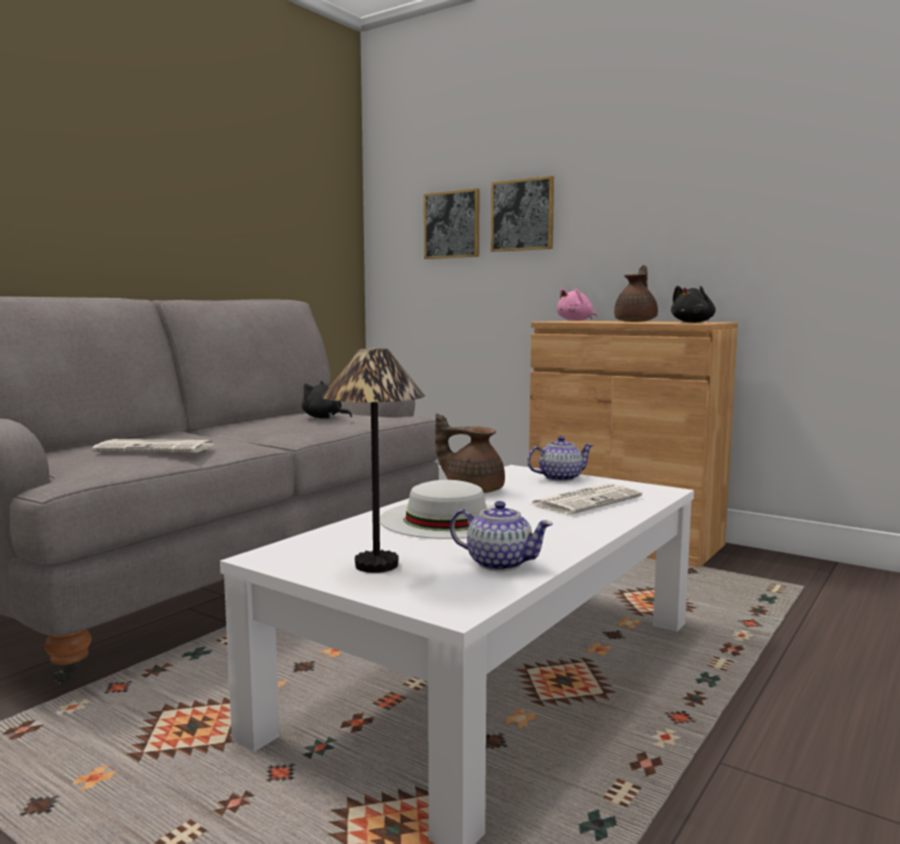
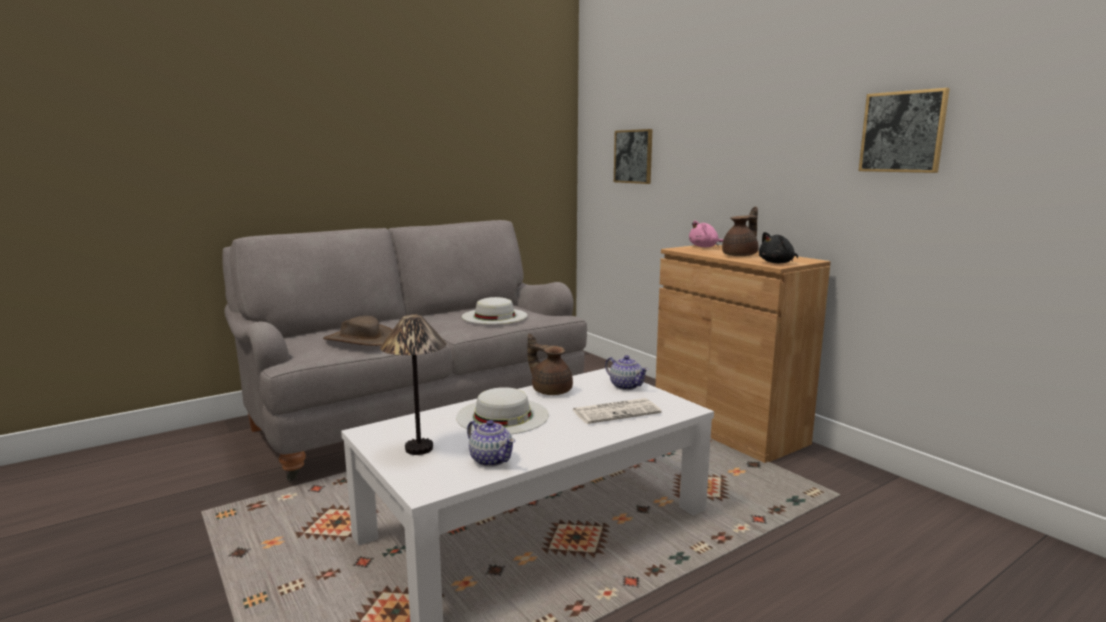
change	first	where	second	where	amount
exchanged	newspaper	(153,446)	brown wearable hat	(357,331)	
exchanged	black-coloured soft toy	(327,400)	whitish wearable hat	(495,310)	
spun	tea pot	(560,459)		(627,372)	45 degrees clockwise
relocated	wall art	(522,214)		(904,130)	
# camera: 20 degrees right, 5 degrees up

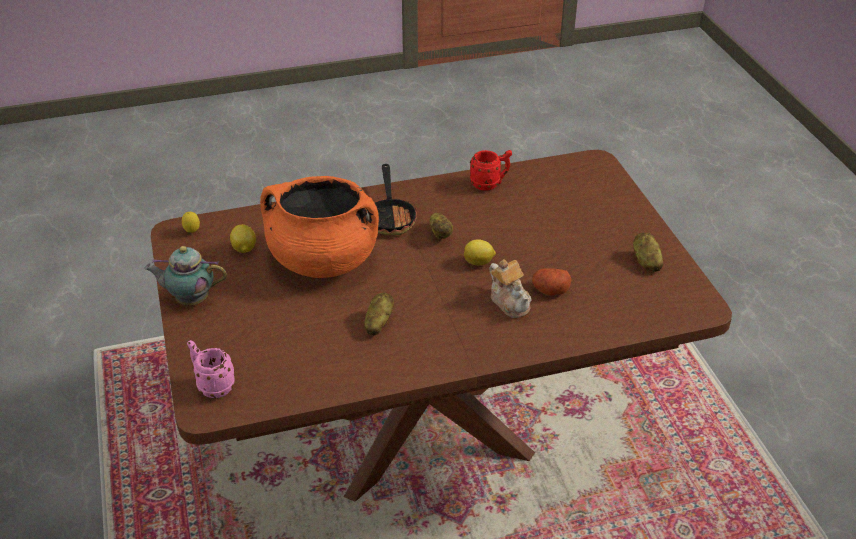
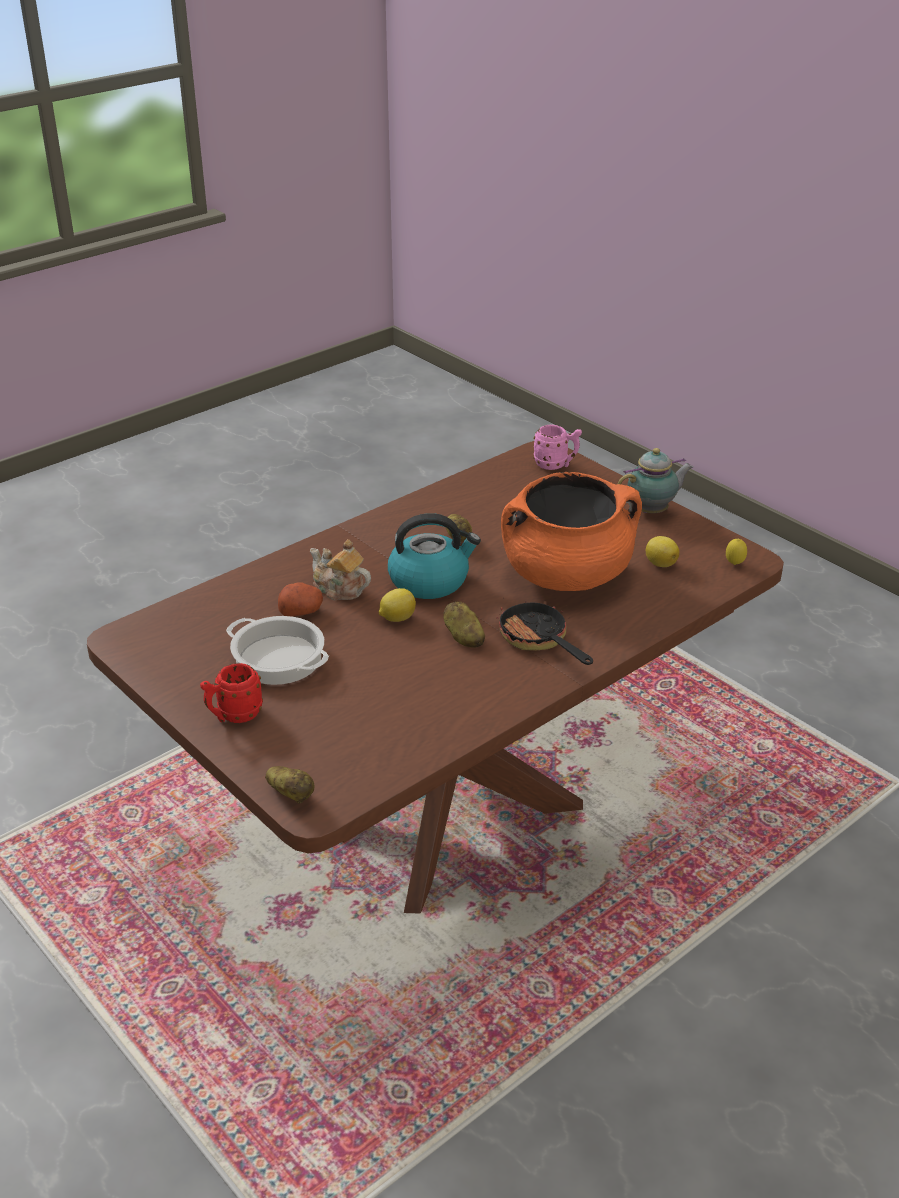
change	first	where	second	where	amount
relocated	red mug	(491,170)		(231,693)	
appeared			stockpot	(277,650)	
relocated	spud	(648,252)		(289,785)	
appeared			tea kettle	(434,556)	
# camera: 155 degrees right, 5 degrees down

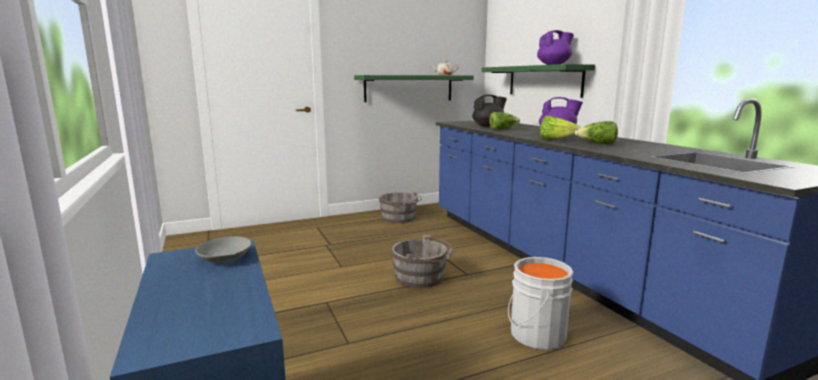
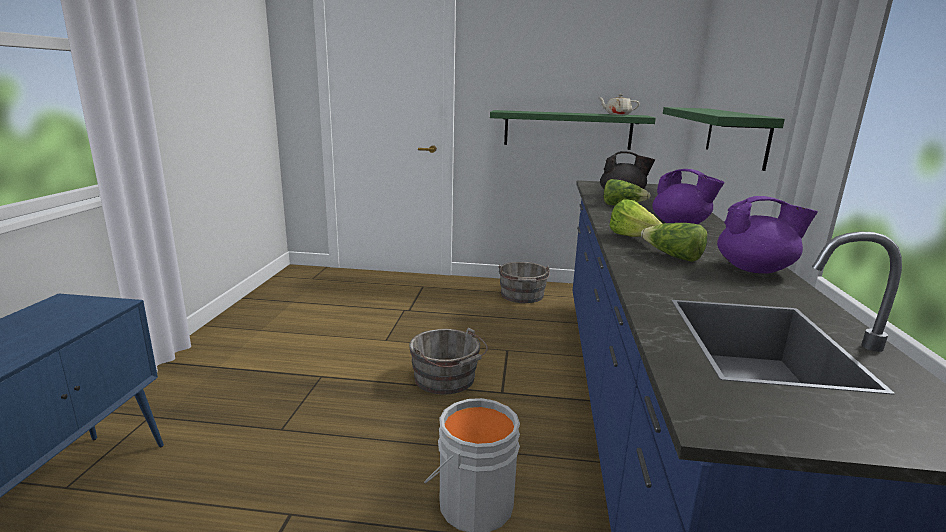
change	first	where	second	where	amount
relocated	purple-coloured tea pot	(555,47)		(767,235)	
missing	grey bowl	(223,249)			
# camera: 30 degrees right, 5 degrees up

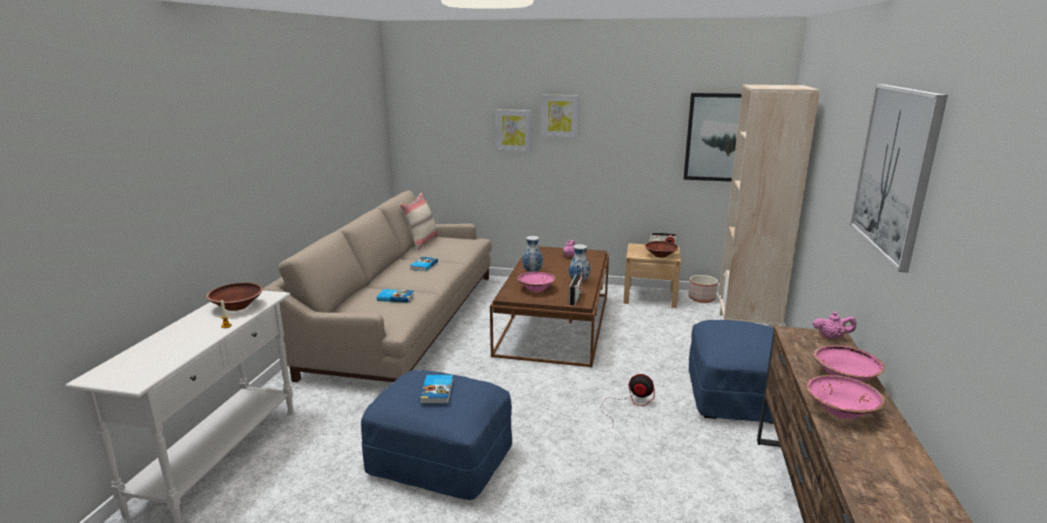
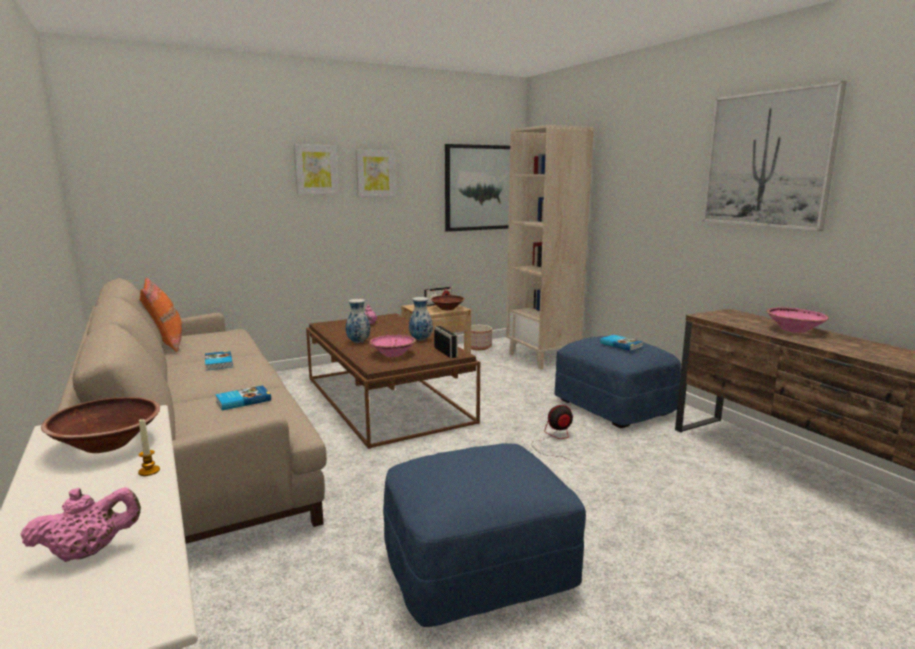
change	first	where	second	where	amount
relocated	pinkish tea pot	(834,325)		(80,524)	
colour	beige-coloured throw pillow	(419,221)	orange-coloured throw pillow	(160,315)	
relocated	wall art	(513,131)		(376,173)	
relocated	bound book	(436,389)		(621,342)	
missing	pinkish bowl	(845,397)			
# camera: 40 degrees left, 5 degrees down

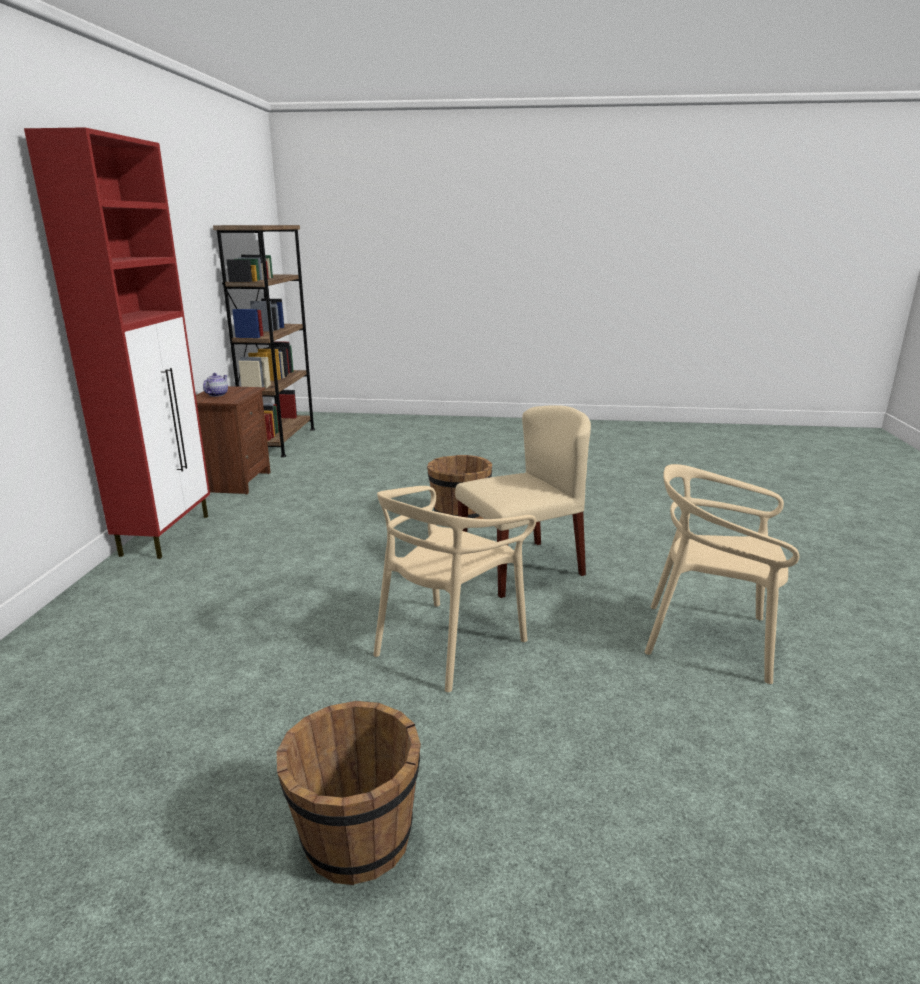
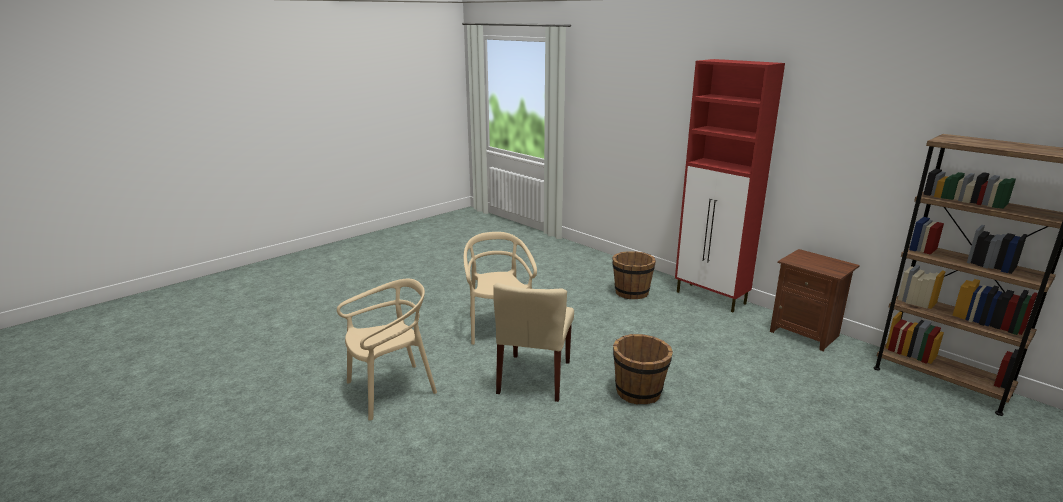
change	first	where	second	where	amount
relocated	brown water bucket	(349,793)		(634,275)	
missing	tea pot	(215,385)			
# camera: 130 degrees right, 0 degrees up

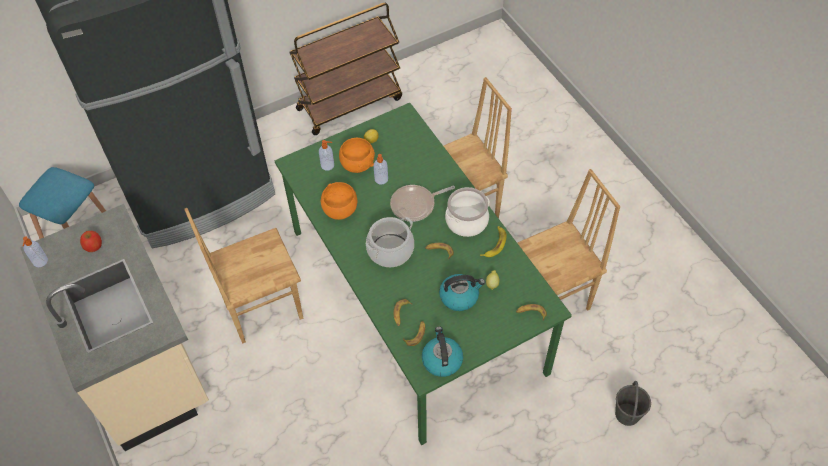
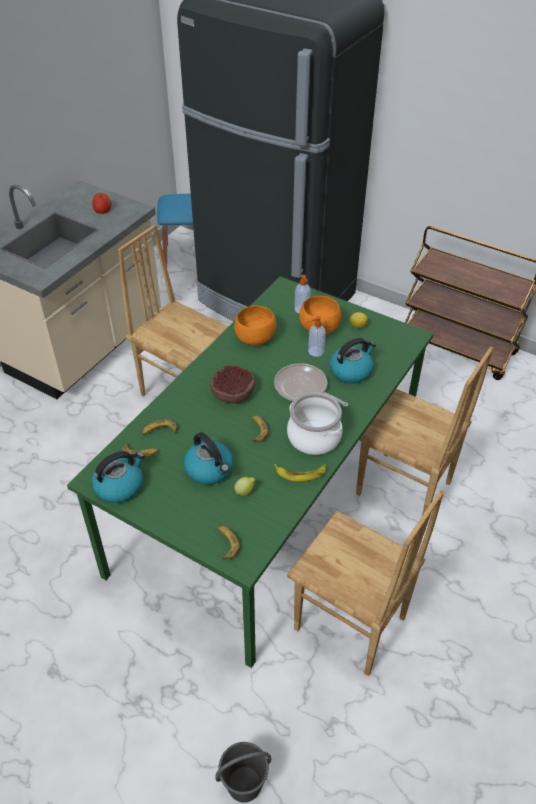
change	first	where	second	where	amount
exchanged	stockpot	(389,242)	bowl	(232,384)	
appeared			tea kettle	(353,361)	
missing	soap dispenser	(35,251)			
# camera: 60 degrees right, 10 degrees down

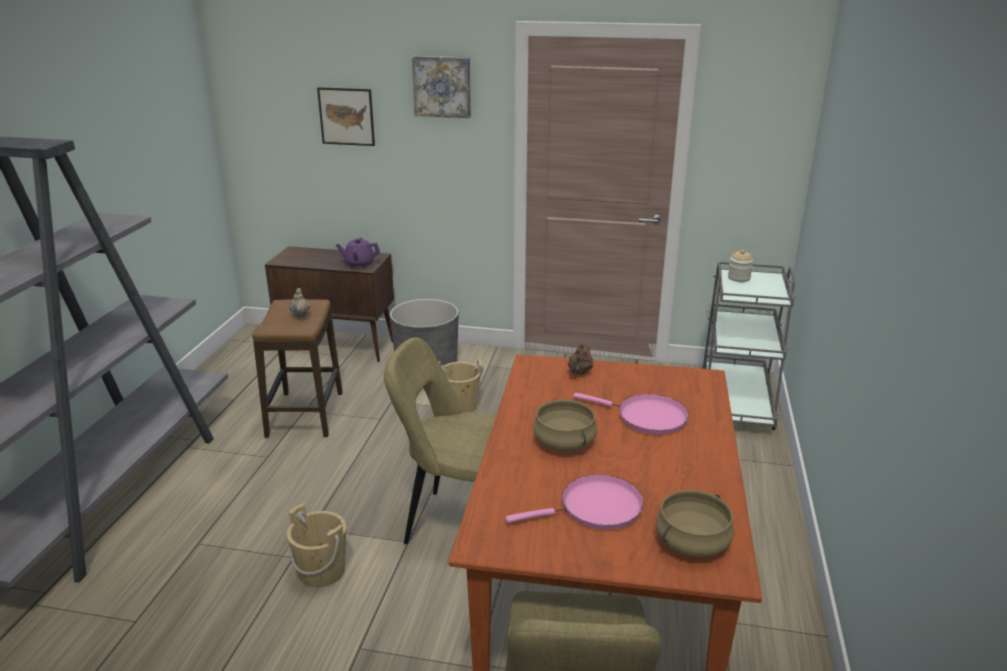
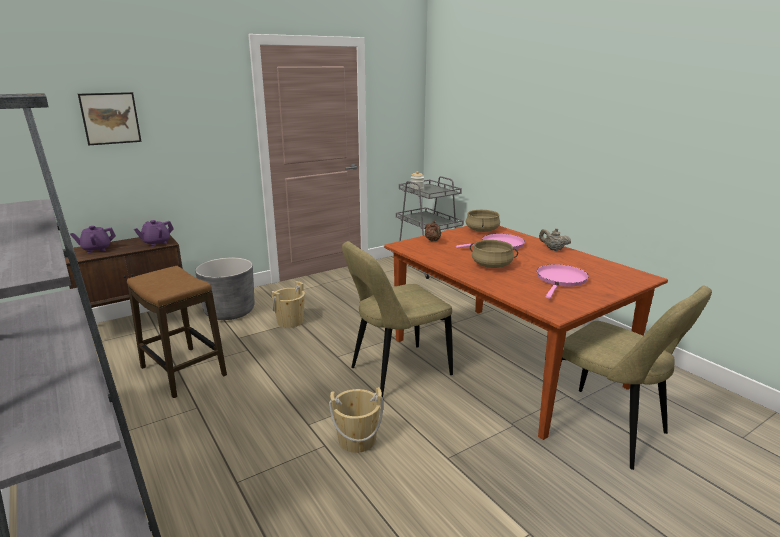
change	first	where	second	where	amount
appeared			purple-coloured tea pot	(93,239)	
relocated	beige-coloured stockpot	(695,523)		(483,221)	
relocated	beige-coloured tea pot	(299,302)		(555,239)	
missing	wall art	(441,87)			
# camera: 45 degrees left, 5 degrees down

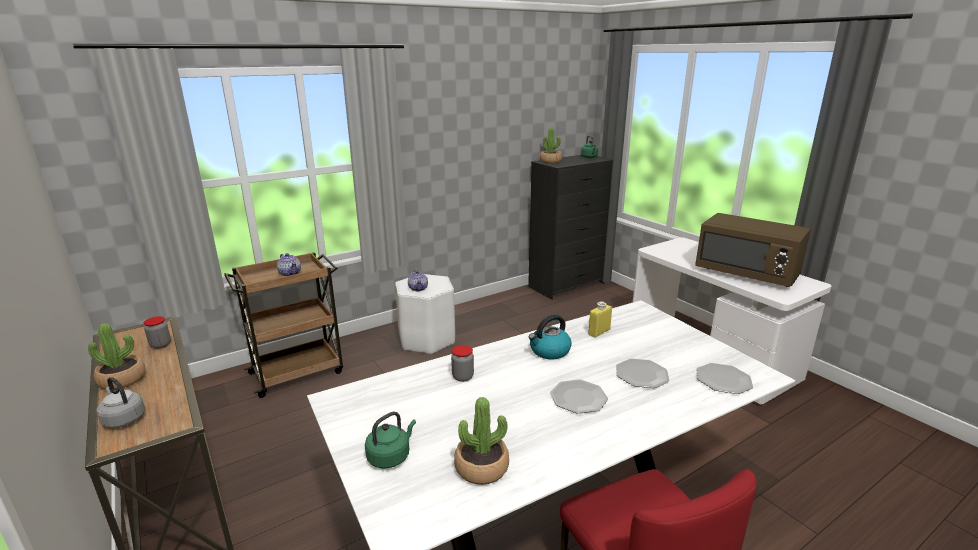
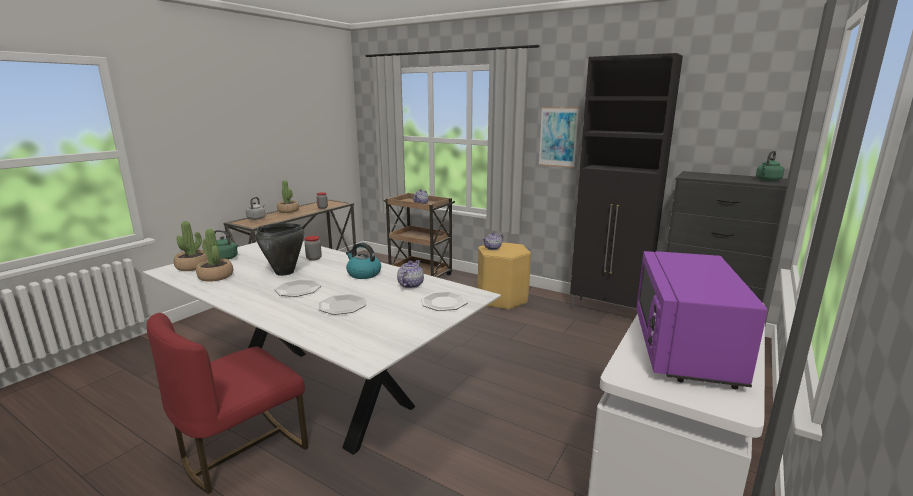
change	first	where	second	where	amount
relocated	plant in a pot	(551,145)		(191,246)	
appeared			black-coloured stockpot	(280,249)	
exchanged	yellow beverage bottle	(600,319)	tea pot	(410,274)	
relocated	dinner plate	(724,378)		(444,301)	
colour	whitish stool seat	(425,314)	yellow stool seat	(504,276)	
appeared			wall art	(559,137)	
appeared			black-coloured storage cabinet	(626,181)	
colour	brown kitchen microwave	(753,250)	purple-coloured kitchen microwave	(702,320)	
# camera: 65 degrees right, 5 degrees down

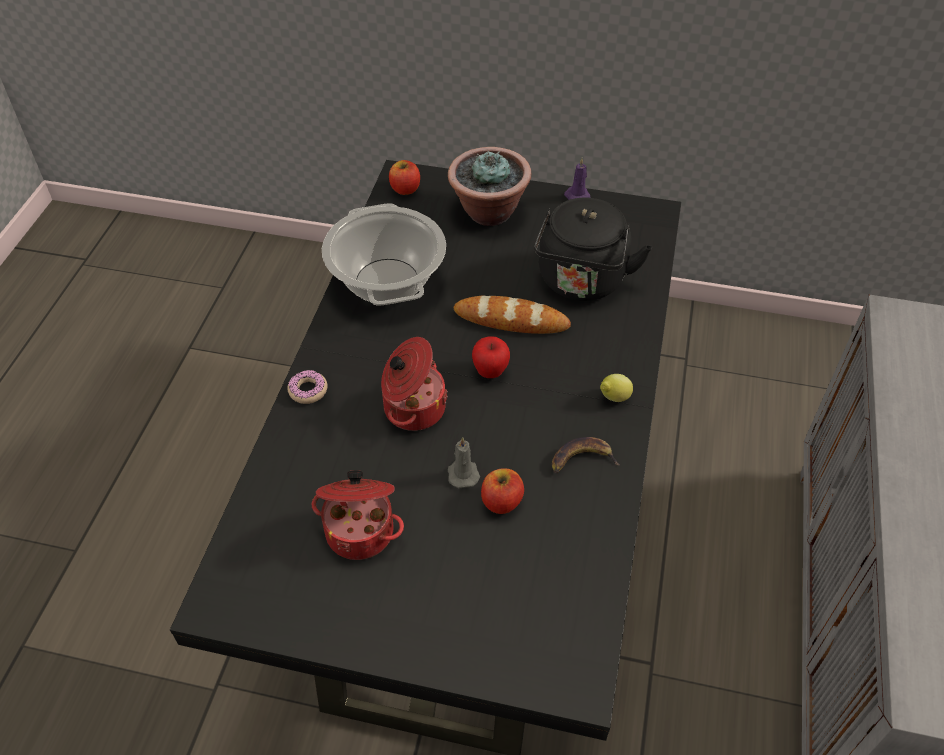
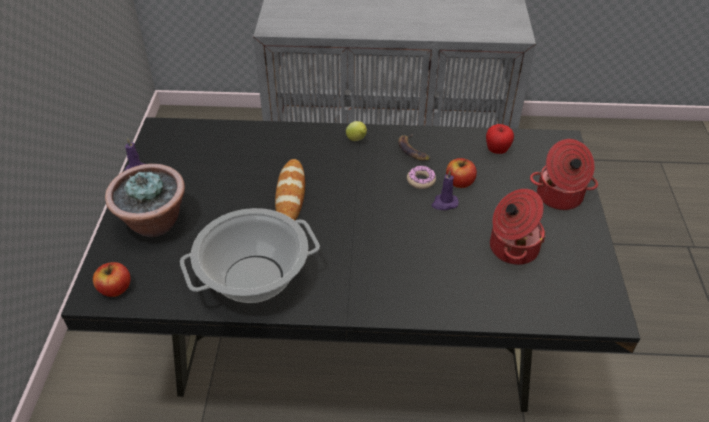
change	first	where	second	where	amount
relocated	donut	(307,387)		(421,177)	
colour	grey wax light	(464,462)	purple-coloured wax light	(445,190)	
relocated	apple fruit	(491,357)		(500,139)	
relocated	stockpot	(414,384)		(564,174)	
missing	black-coloured tea kettle	(593,249)			
# camera: 100 degrees left, 5 degrees down

